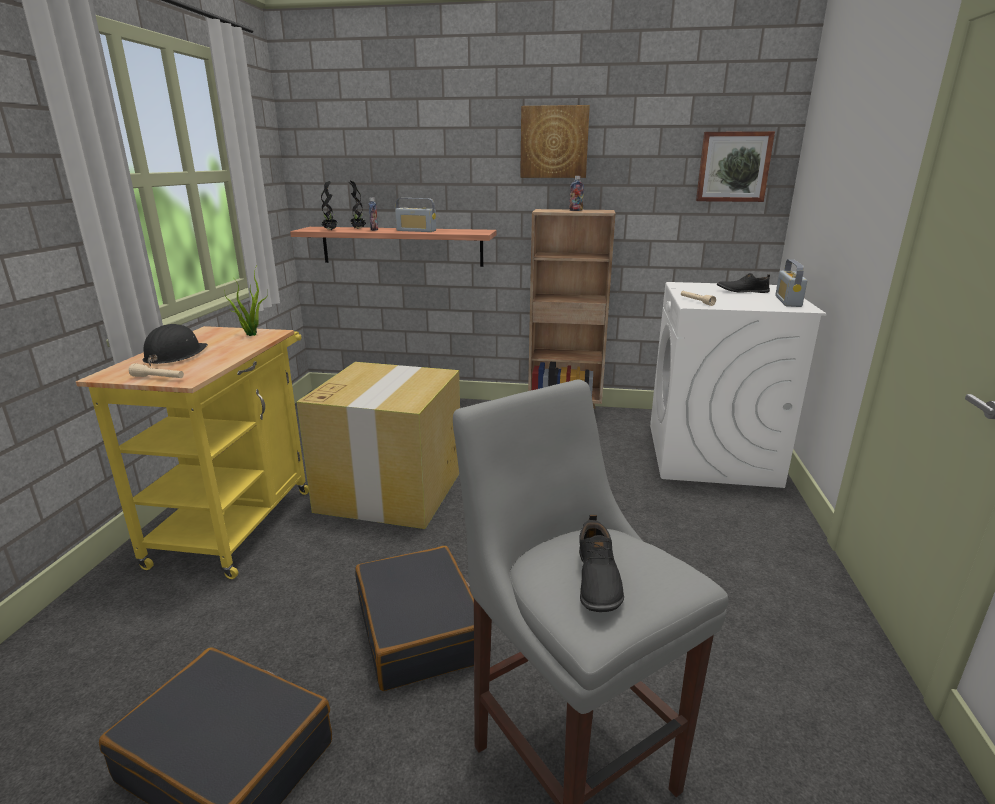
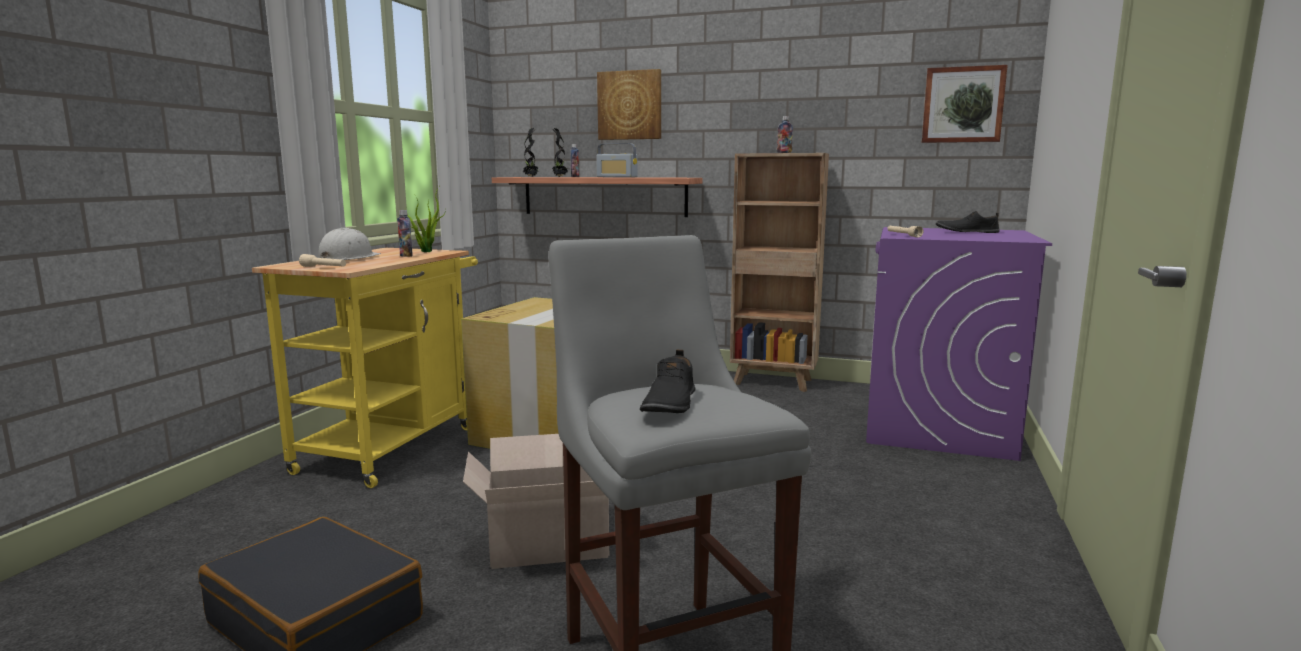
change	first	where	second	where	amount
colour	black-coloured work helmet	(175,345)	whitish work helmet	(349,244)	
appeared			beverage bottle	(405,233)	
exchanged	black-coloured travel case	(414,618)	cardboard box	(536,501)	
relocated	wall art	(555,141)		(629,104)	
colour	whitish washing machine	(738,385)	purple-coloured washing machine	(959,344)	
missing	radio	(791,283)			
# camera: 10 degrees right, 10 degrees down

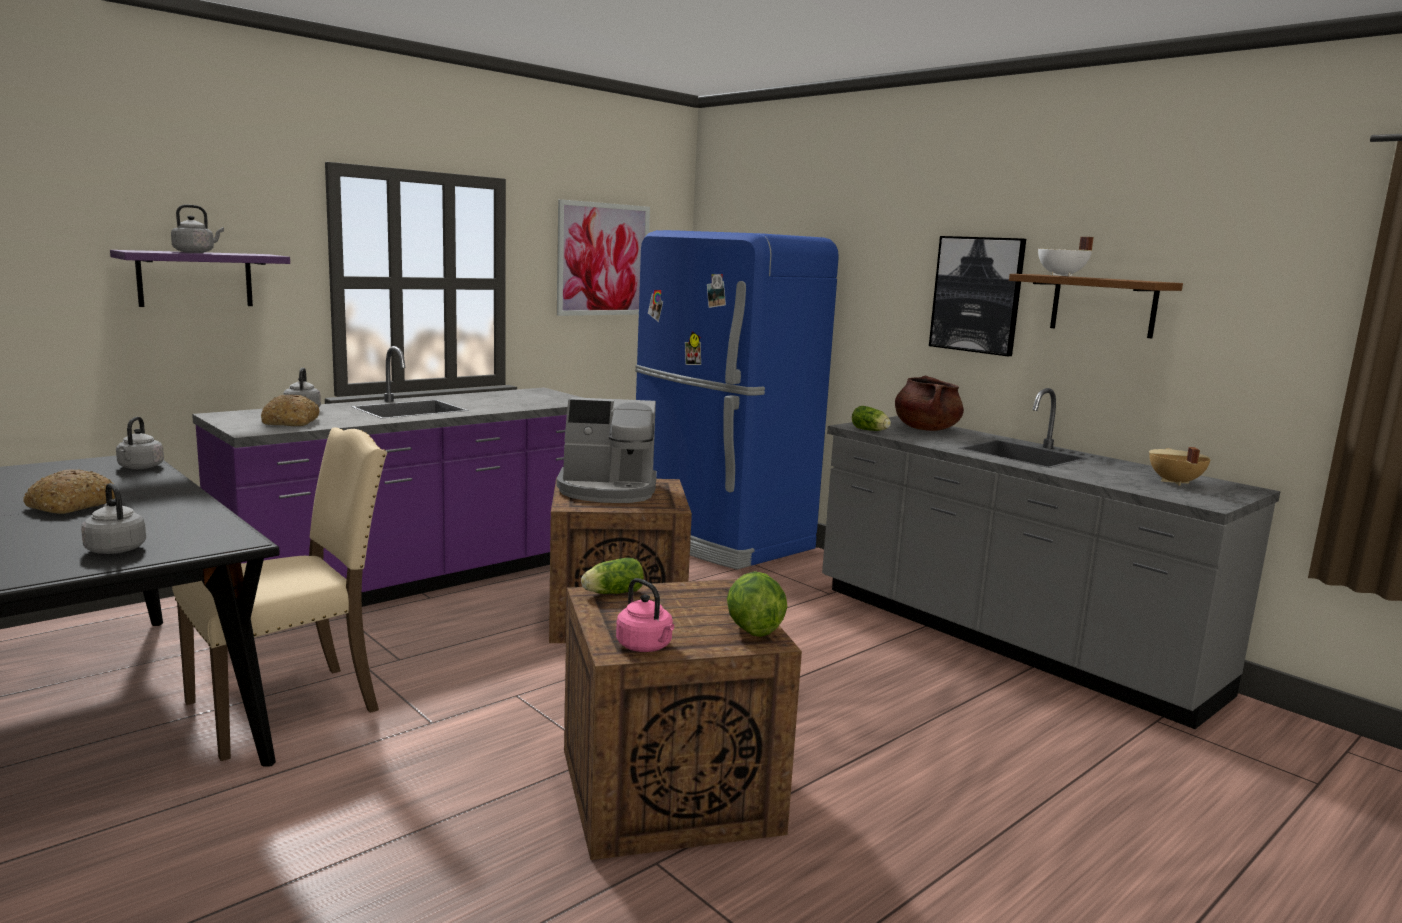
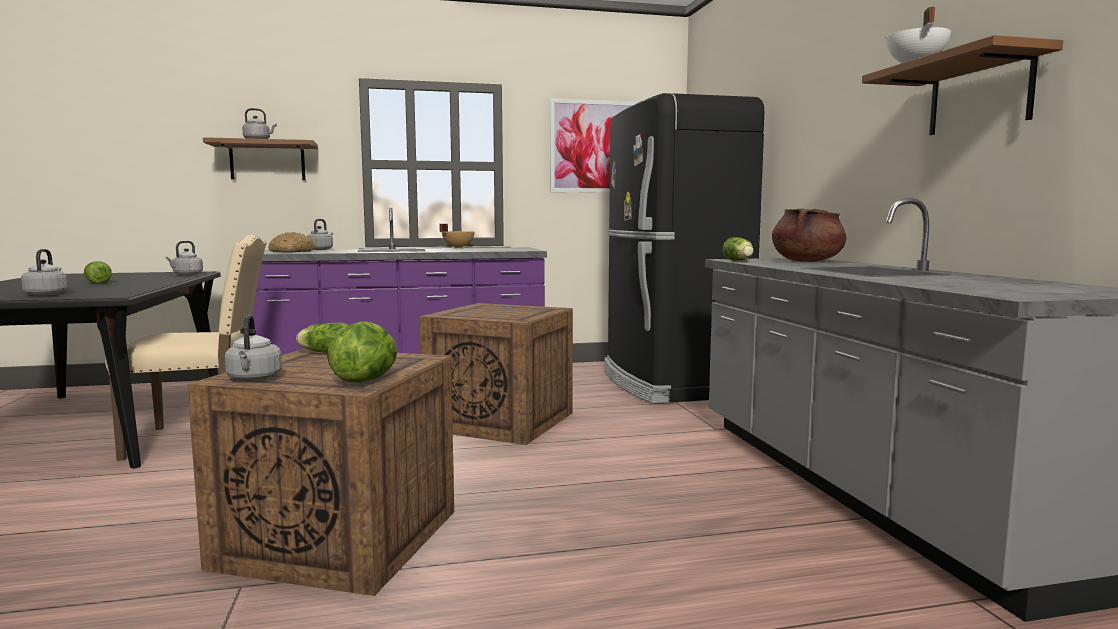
change	first	where	second	where	amount
exchanged	bakery bread	(69,491)	head of lettuce	(98,272)	
colour	purple-coloured wall shelf	(200,278)	brown wall shelf	(260,158)	
colour	pinkish tea kettle	(645,615)	grey tea kettle	(253,347)	
relocated	beige-coloured stockpot	(1179,466)		(456,236)	
colour	blue-coloured fridge	(737,400)	black-coloured fridge	(684,248)	
missing	coffee machine	(606,450)			
missing	wall art	(977,296)			
# camera: 30 degrees right, 5 degrees down

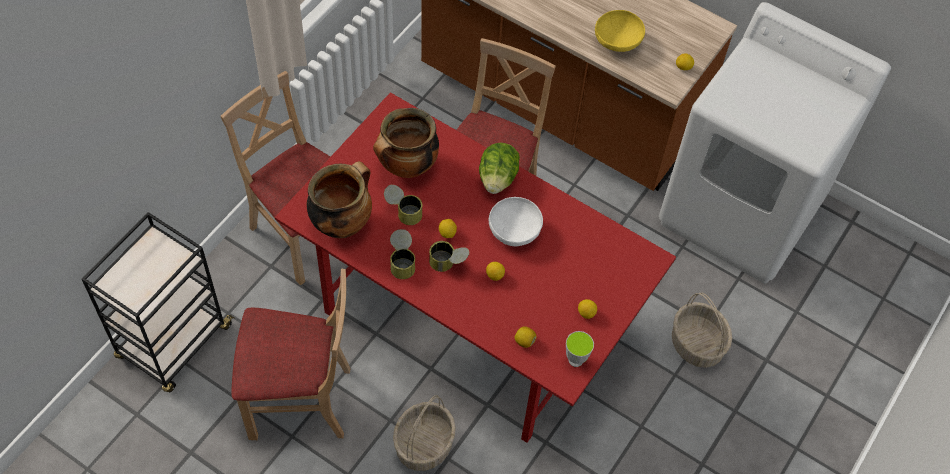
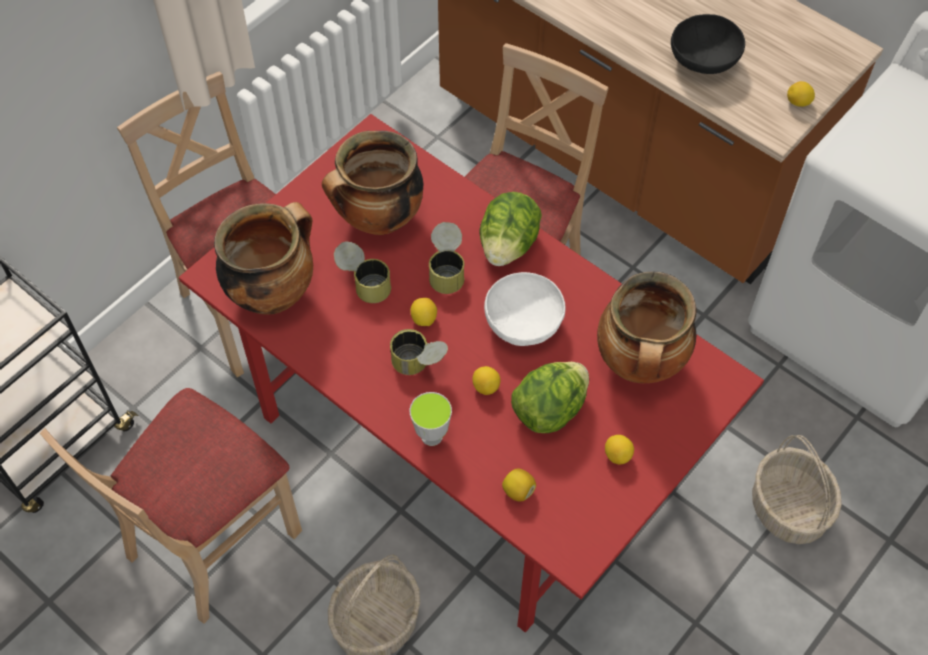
change	first	where	second	where	amount
spun	beige-coloured upright chair	(291,354)		(171,506)	120 degrees clockwise
relocated	small cup	(580,349)		(431,419)	
relocated	sealed can	(402,254)		(446,258)	
appeared			head of lettuce	(550,397)	
appeared			stockpot	(647,327)	
colour	yellow bowl	(620,31)	black-coloured bowl	(708,44)	
# camera: 10 degrees right, 0 degrees up

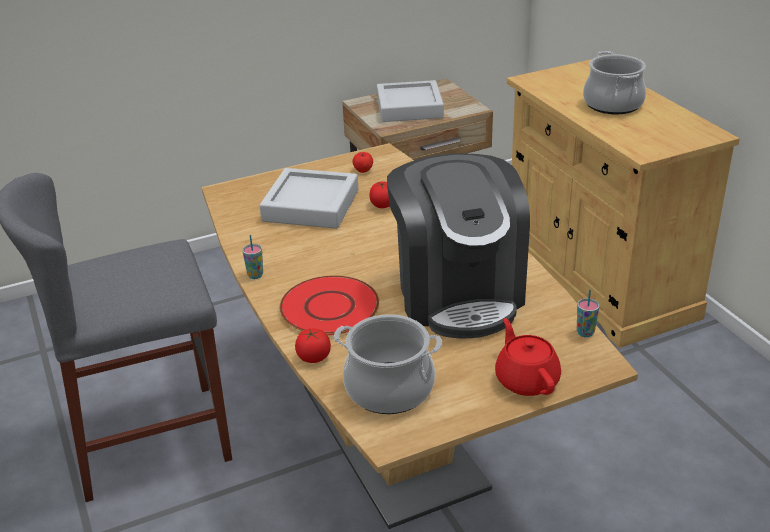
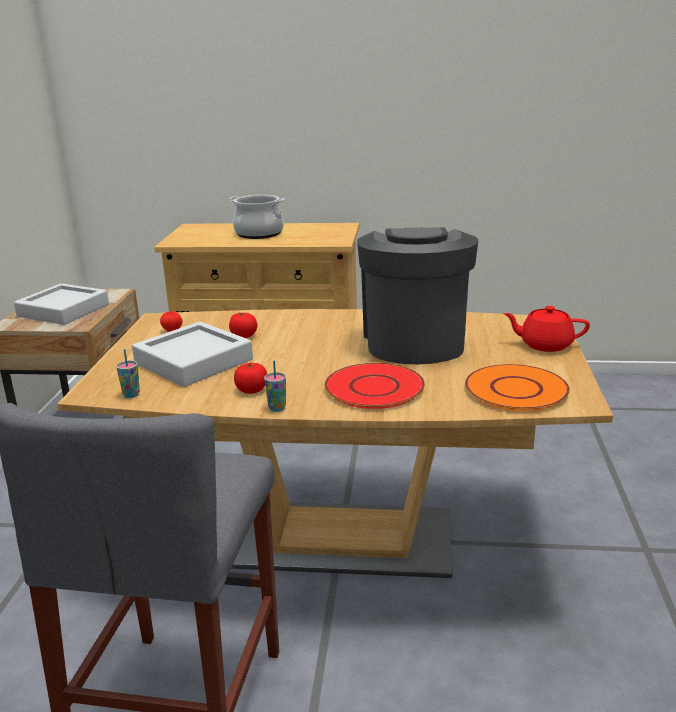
change	first	where	second	where	amount
relocated	small cup	(588,313)		(128,373)	
relocated	fresh tomato	(313,345)		(250,378)	
spun	coffee machine	(458,245)		(417,296)	105 degrees counterclockwise
exchanged	stockpot	(388,364)	orange-coloured dinner plate	(517,387)	
# camera: 60 degrees left, 10 degrees down

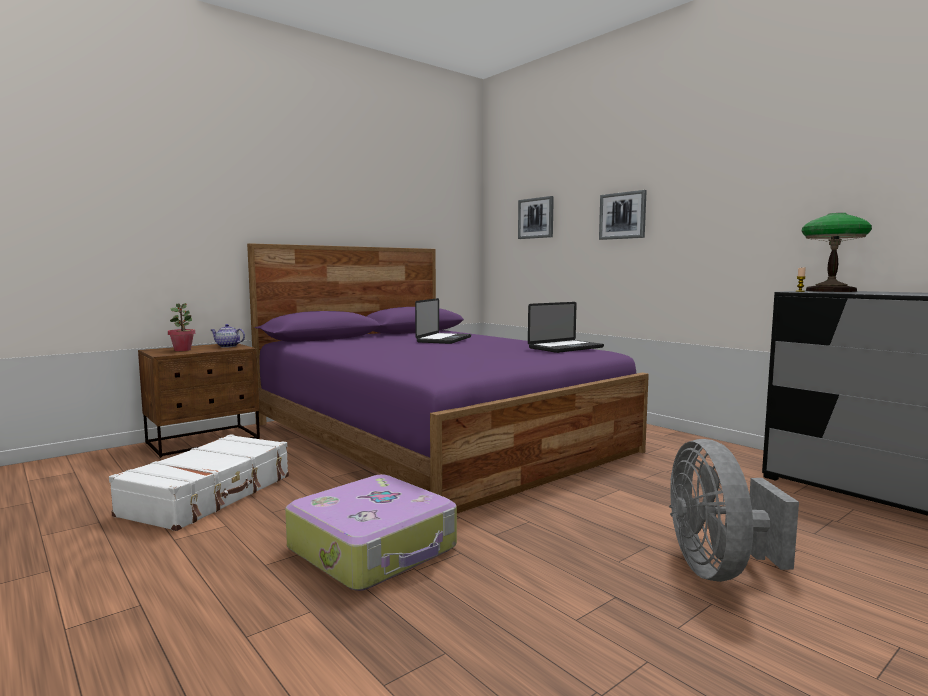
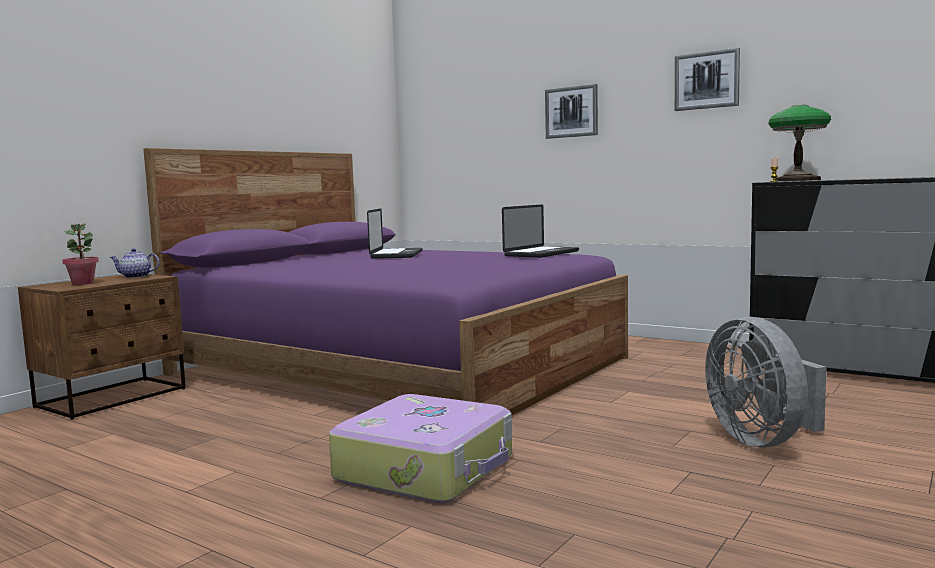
change	first	where	second	where	amount
relocated	wall art	(536,217)		(707,79)	
missing	whitish travel case	(199,482)			
# camera: 15 degrees left, 0 degrees up

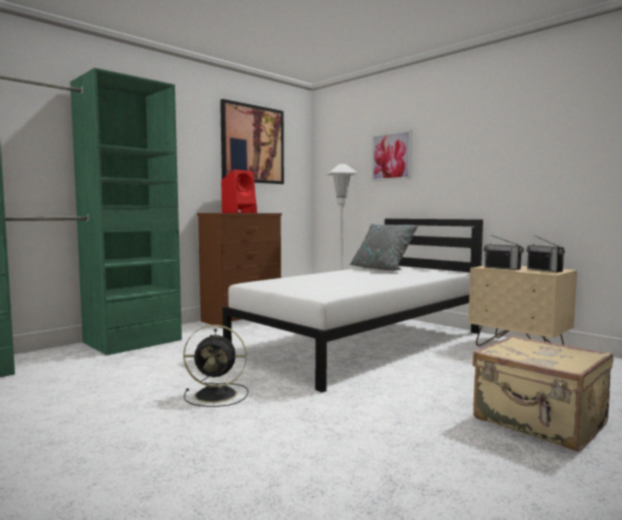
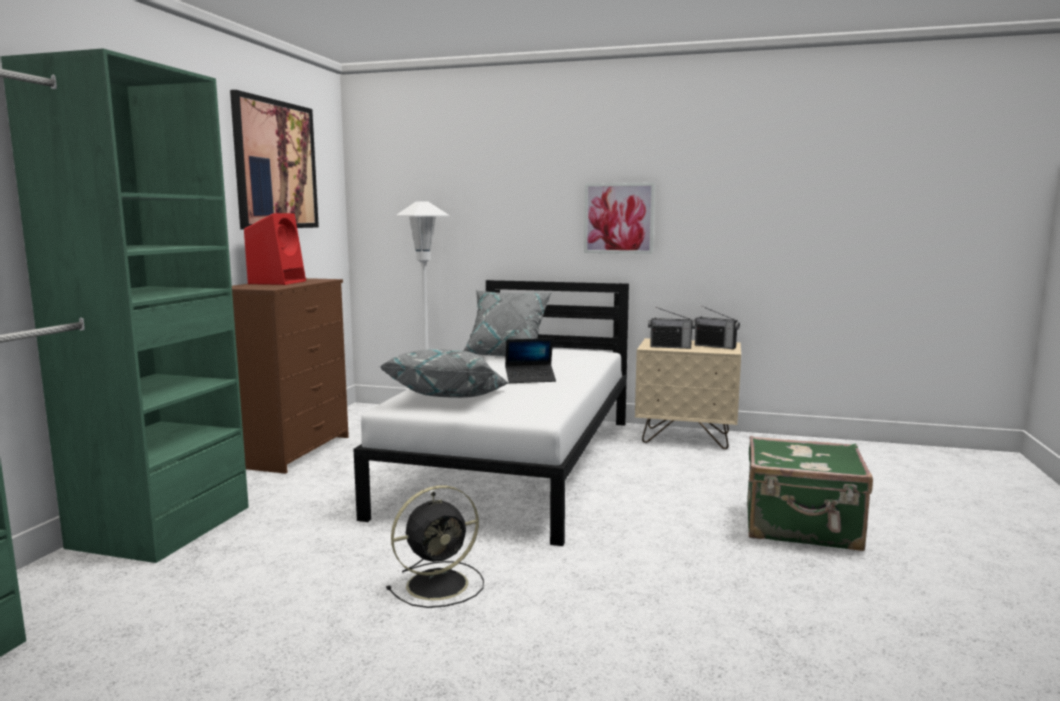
change	first	where	second	where	amount
appeared			grey throw pillow	(443,373)	
appeared			portable computer	(530,360)	
relocated	wall art	(391,155)		(619,218)	
colour	beige-coloured travel case	(542,393)	green-coloured travel case	(810,493)	
# camera: 30 degrees left, 5 degrees up

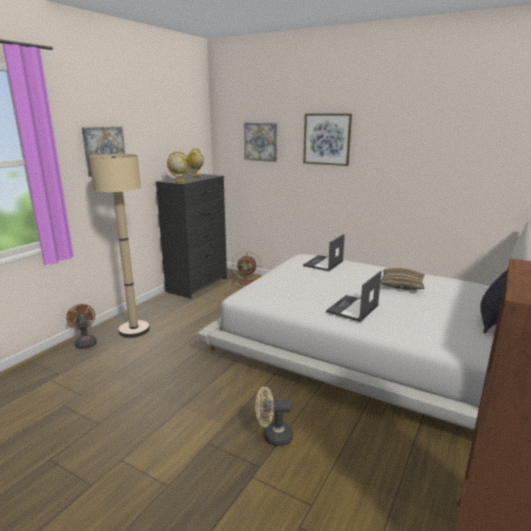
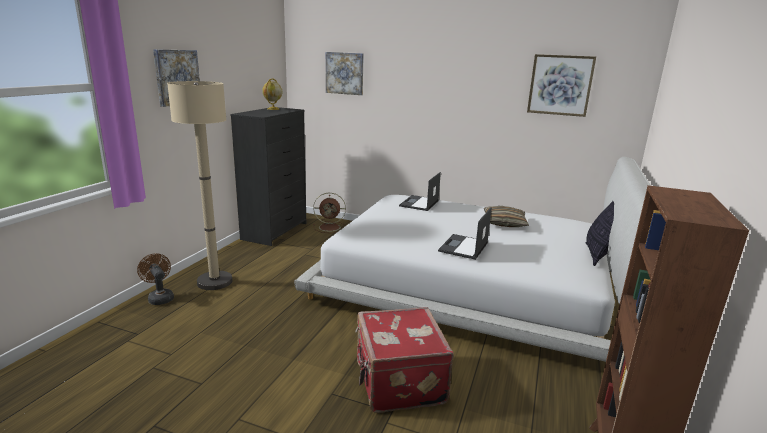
change	first	where	second	where	amount
exchanged	beige-coloured cooling fan	(274,416)	red travel case	(404,360)	
relocated	wall art	(327,140)		(561,85)	
missing	world globe	(178,167)			
# camera: 10 degrees left, 0 degrees up

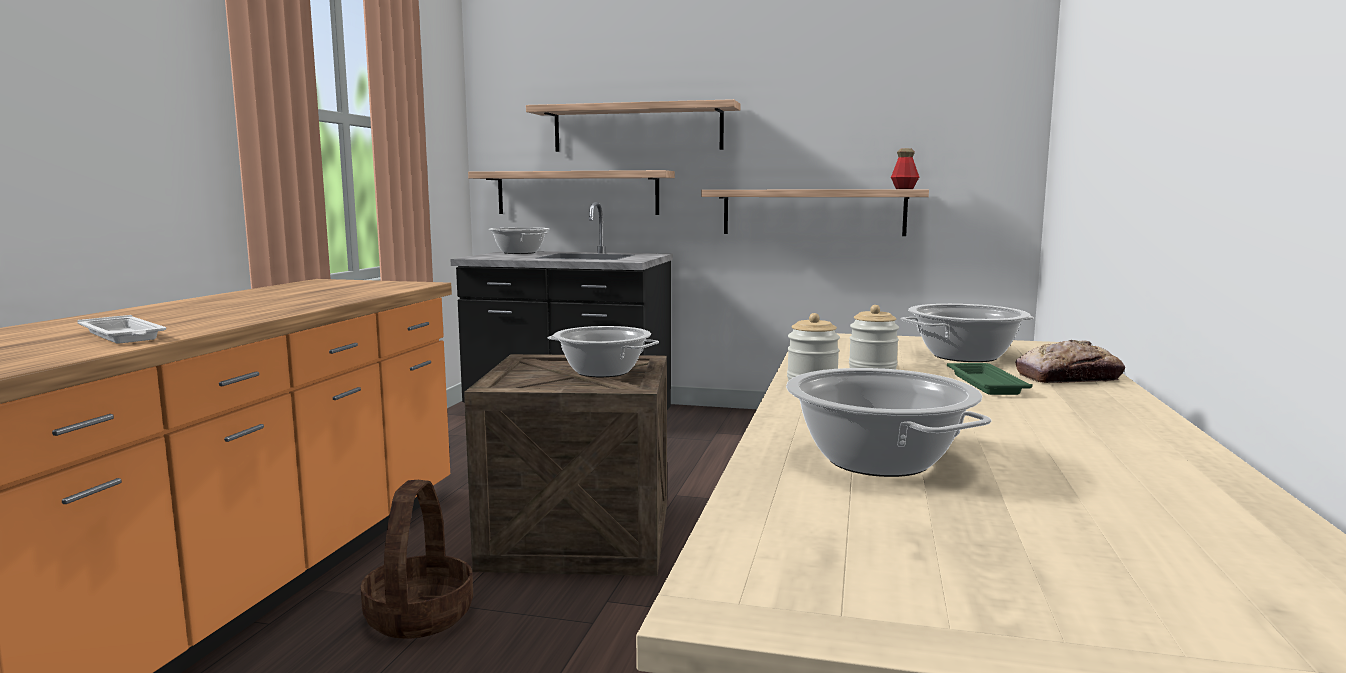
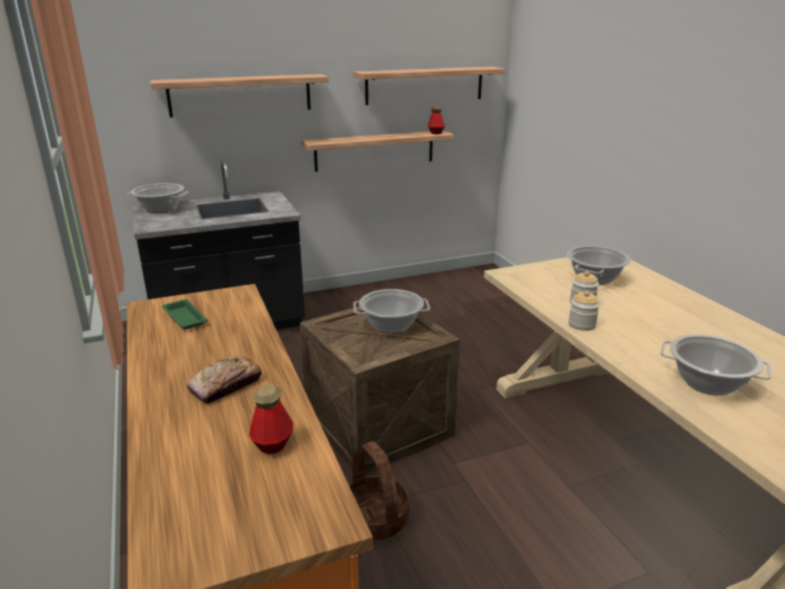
change	first	where	second	where	amount
relocated	green-coloured carrying tray	(990,379)		(185,314)	
relocated	bakery bread	(1070,361)		(224,380)	
exchanged	whitish carrying tray	(121,329)	beverage bottle	(271,419)	
relocated	wall shelf	(571,192)		(429,86)	
# camera: 35 degrees left, 15 degrees up

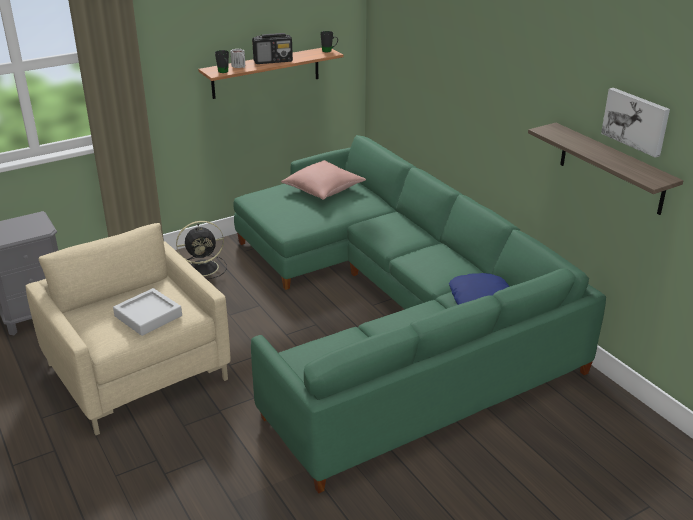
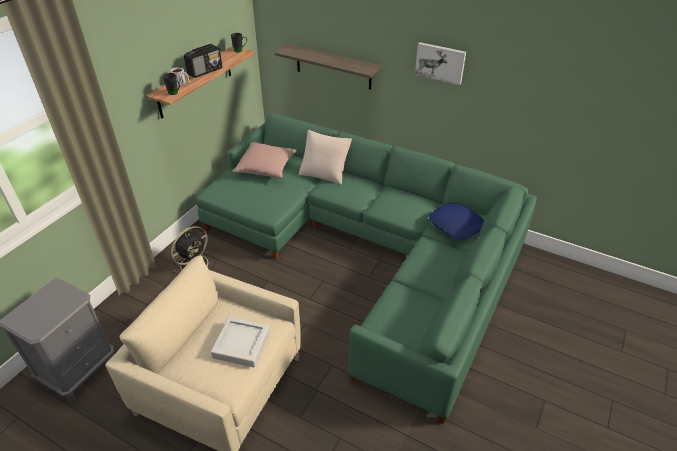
change	first	where	second	where	amount
relocated	wall shelf	(605,169)		(328,67)	
appeared			beige-coloured throw pillow	(325,157)	
relocated	wall art	(635,123)		(440,63)	
# camera: 30 degrees left, 10 degrees up

